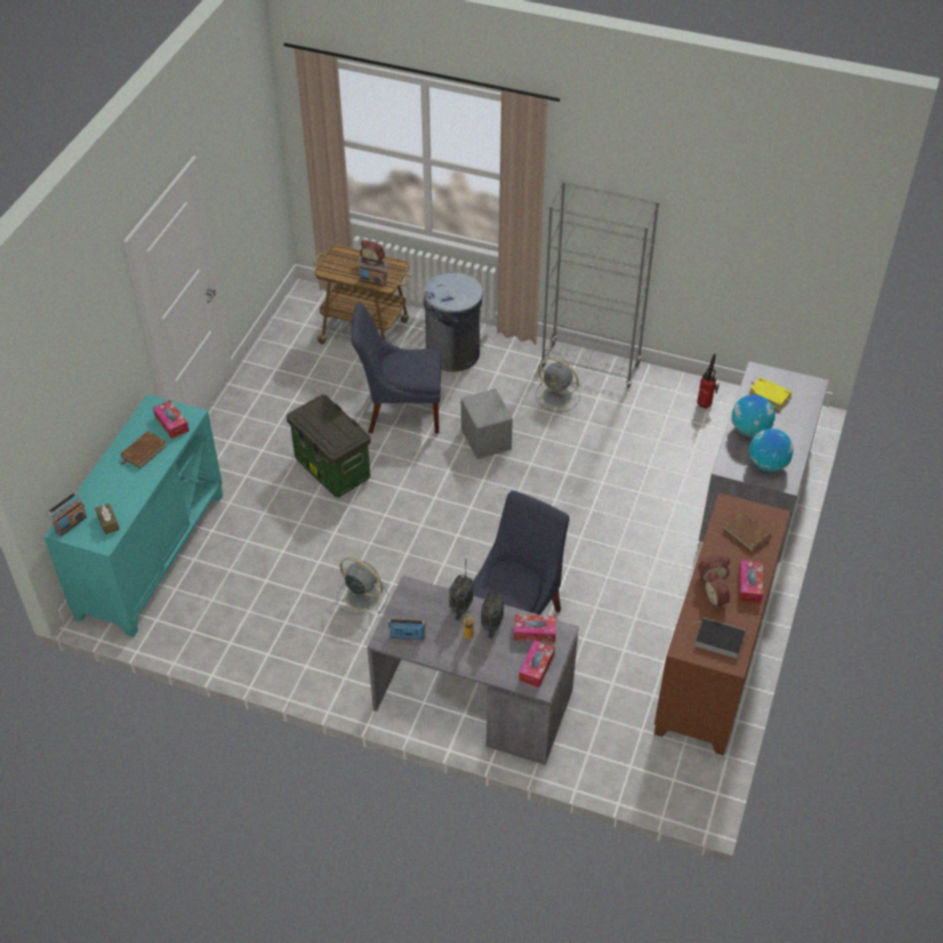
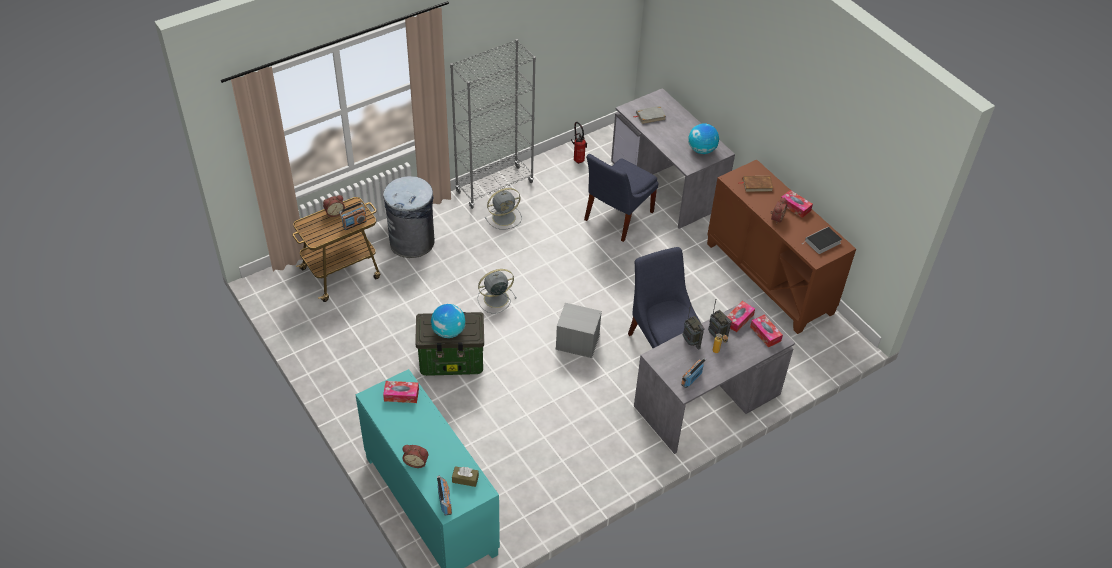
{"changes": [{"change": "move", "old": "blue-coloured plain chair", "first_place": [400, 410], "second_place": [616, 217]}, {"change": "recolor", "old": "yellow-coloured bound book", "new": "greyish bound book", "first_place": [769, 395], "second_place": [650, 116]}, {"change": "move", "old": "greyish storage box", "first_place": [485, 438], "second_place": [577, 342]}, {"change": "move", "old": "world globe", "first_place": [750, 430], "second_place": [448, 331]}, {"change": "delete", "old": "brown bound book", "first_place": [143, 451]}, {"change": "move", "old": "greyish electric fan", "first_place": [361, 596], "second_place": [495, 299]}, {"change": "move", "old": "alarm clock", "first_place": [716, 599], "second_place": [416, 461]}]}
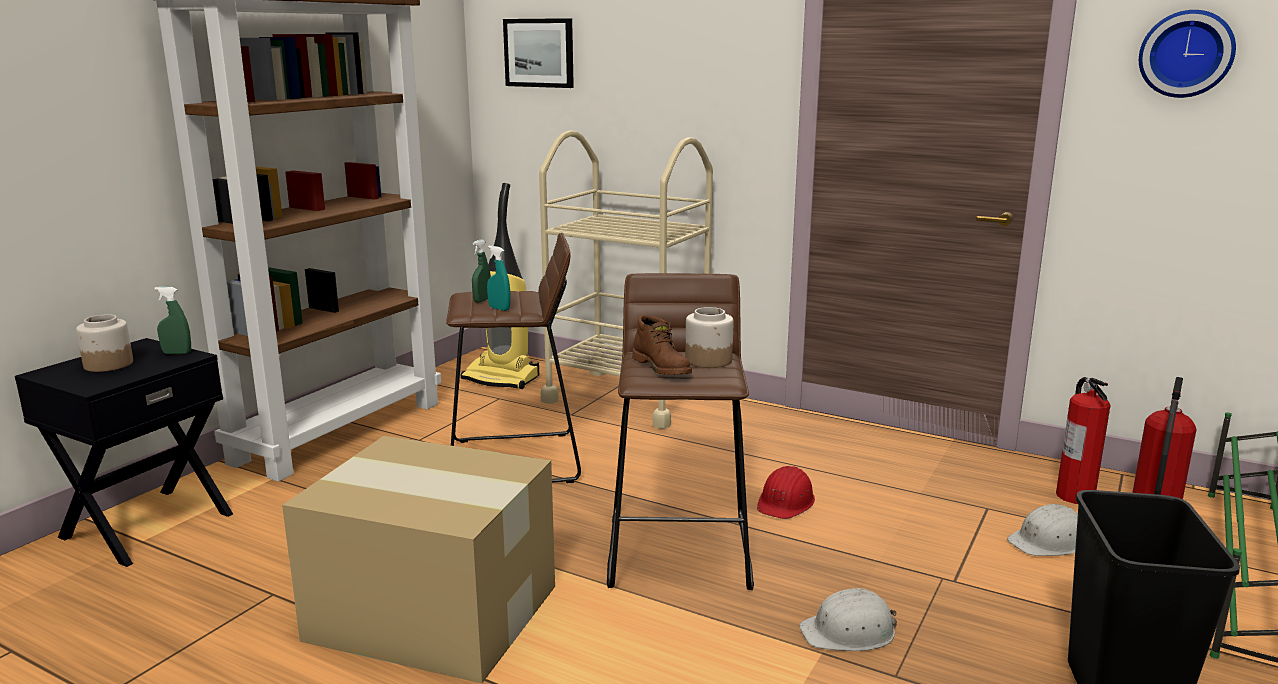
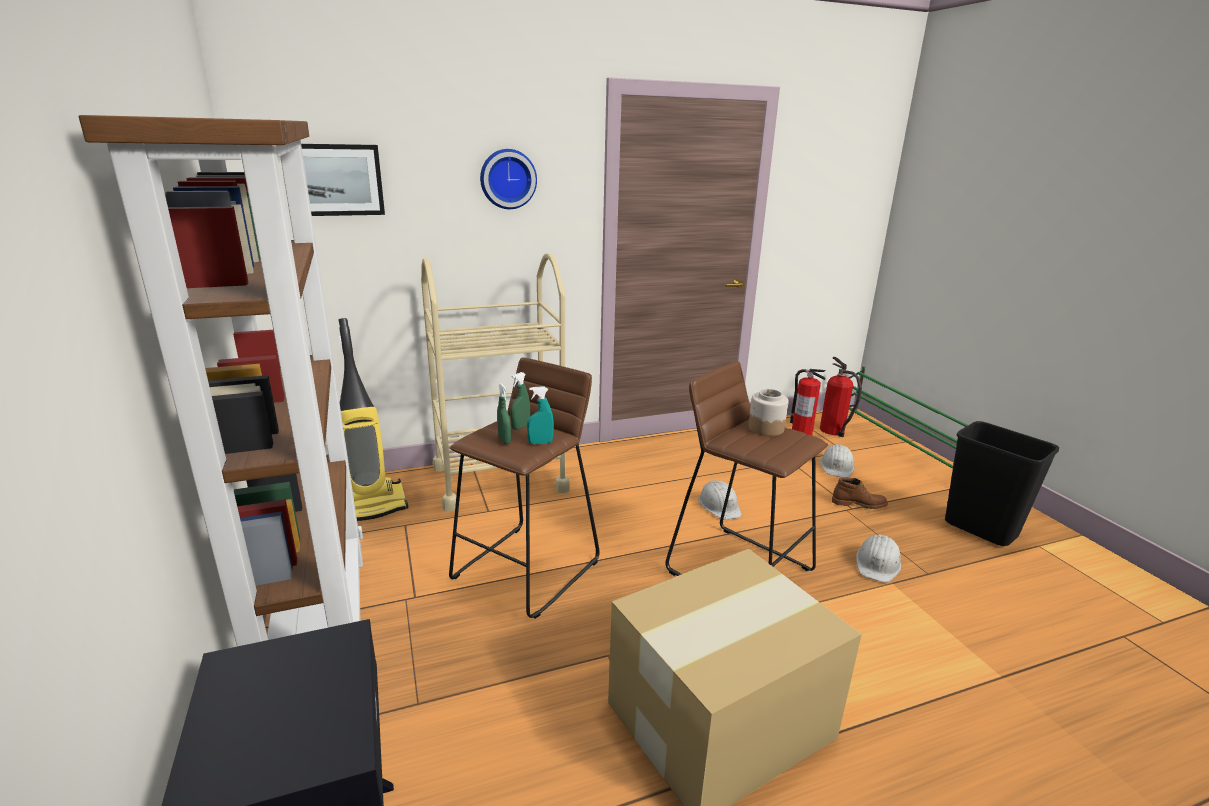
{"changes": [{"change": "move", "old": "hanging clock", "first_place": [1186, 54], "second_place": [507, 179]}, {"change": "move", "old": "greenish hand sprayer", "first_place": [177, 353], "second_place": [520, 427]}, {"change": "delete", "old": "jar", "first_place": [108, 364]}, {"change": "move", "old": "brown boot", "first_place": [663, 368], "second_place": [858, 504]}, {"change": "recolor", "old": "red-coloured hard hat", "new": "white-coloured hard hat", "first_place": [786, 502], "second_place": [719, 505]}]}
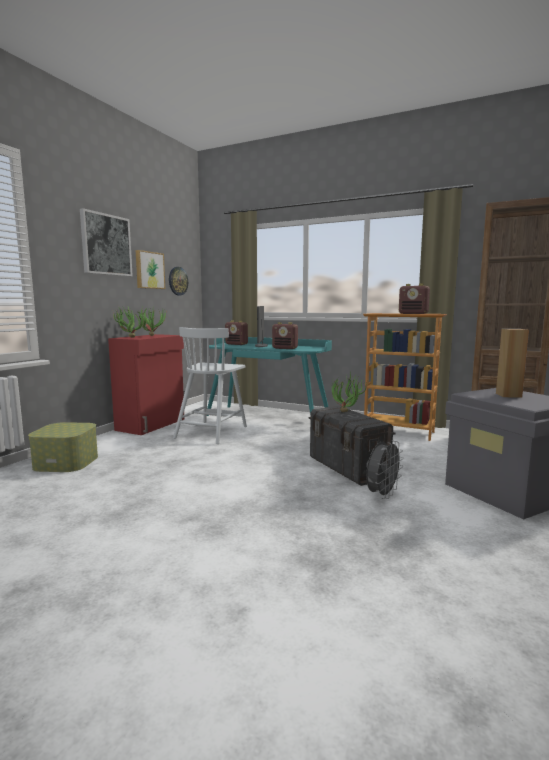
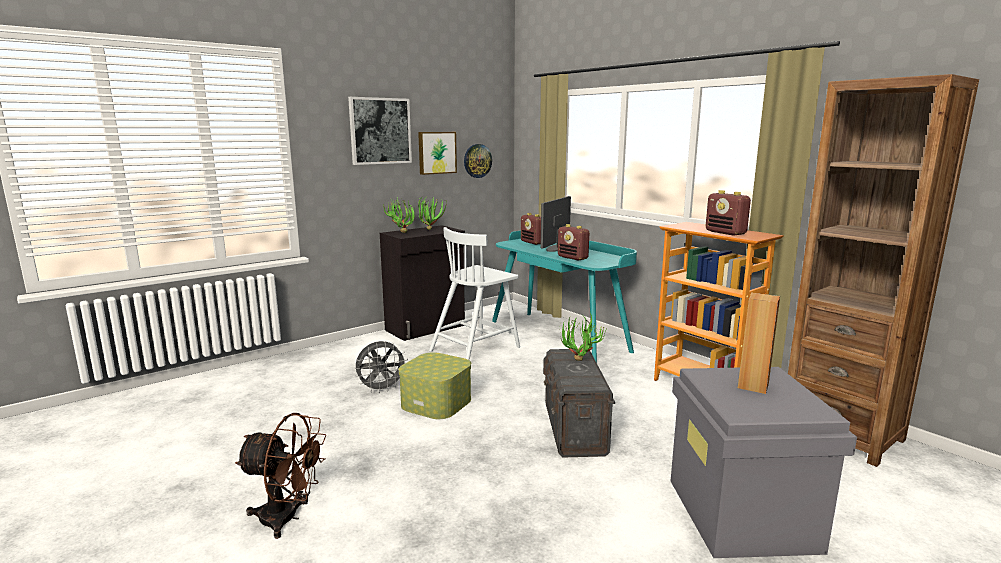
{"changes": [{"change": "recolor", "old": "red-coloured cupboard", "new": "blackish cupboard", "first_place": [152, 424], "second_place": [426, 328]}, {"change": "move", "old": "storage box", "first_place": [66, 462], "second_place": [436, 402]}, {"change": "move", "old": "greyish electric fan", "first_place": [382, 495], "second_place": [382, 389]}, {"change": "insert", "new": "brown electric fan", "second_place": [288, 518]}]}
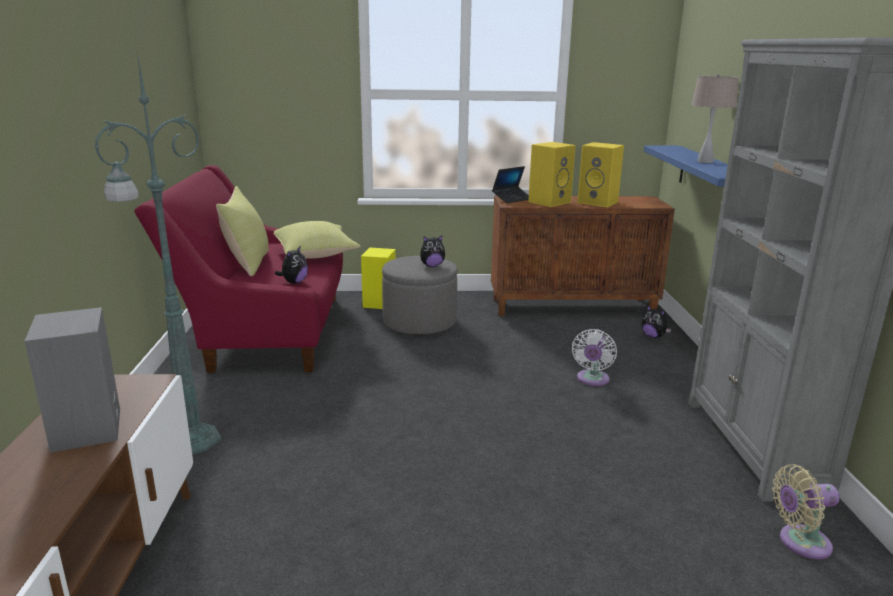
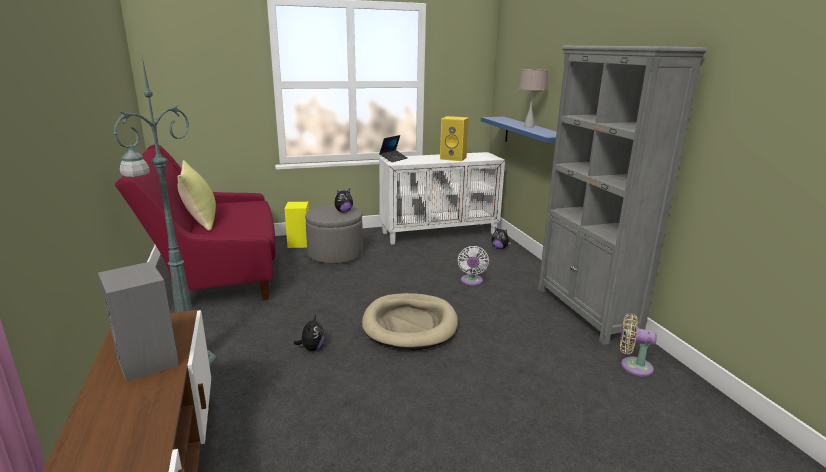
{"changes": [{"change": "delete", "old": "yellow-coloured loudspeaker", "first_place": [549, 202]}, {"change": "recolor", "old": "brown cupboard", "new": "white-coloured cupboard", "first_place": [573, 306], "second_place": [439, 233]}, {"change": "delete", "old": "yellow-coloured throw pillow", "first_place": [316, 255]}, {"change": "move", "old": "soft toy", "first_place": [294, 282], "second_place": [312, 348]}, {"change": "rotate", "old": "beige-coloured electric fan", "first_place": [800, 542], "second_place": [632, 366], "degrees": 45}, {"change": "insert", "new": "beige-coloured dog bed", "second_place": [410, 324]}]}
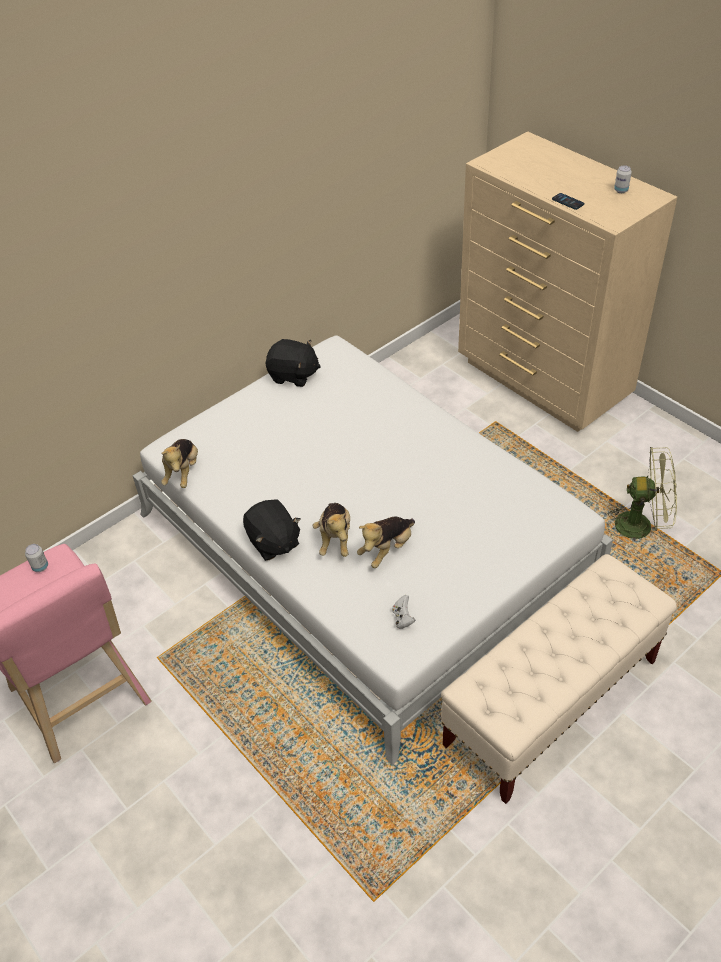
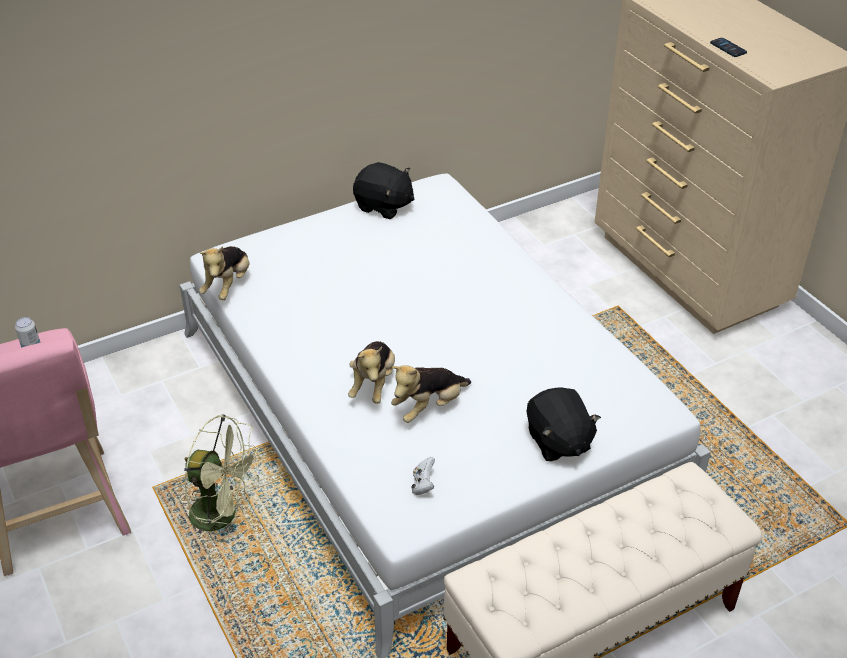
{"changes": [{"change": "delete", "old": "can", "first_place": [621, 190]}, {"change": "move", "old": "greenish electric fan", "first_place": [641, 525], "second_place": [224, 515]}, {"change": "move", "old": "blackish soft toy", "first_place": [273, 542], "second_place": [558, 441]}]}
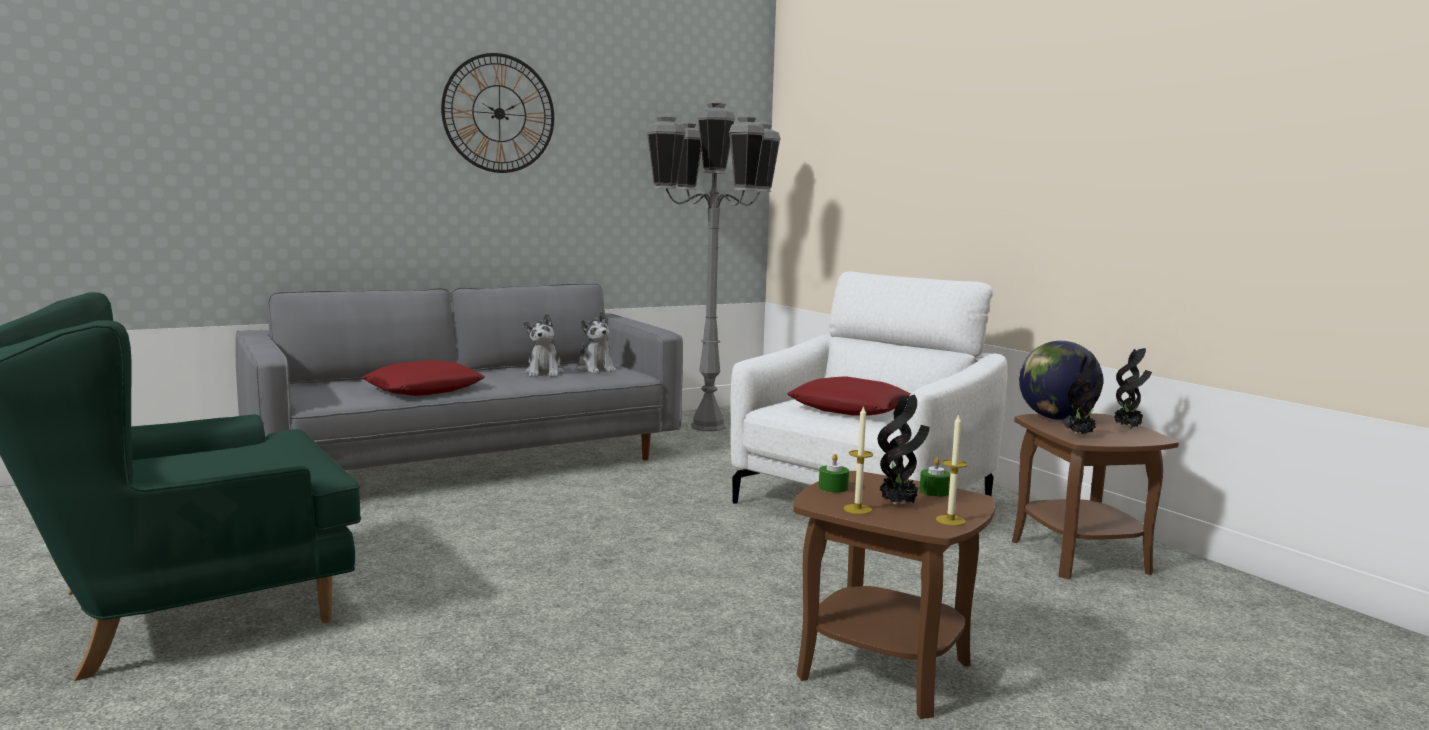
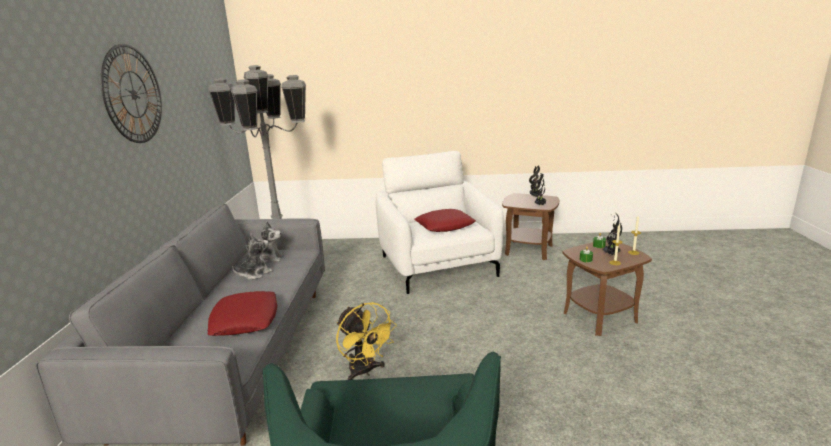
{"changes": [{"change": "rotate", "old": "soft toy", "first_place": [544, 373], "second_place": [255, 274], "degrees": -75}, {"change": "delete", "old": "world globe", "first_place": [1056, 418]}, {"change": "insert", "new": "yellow-coloured electric fan", "second_place": [365, 372]}]}
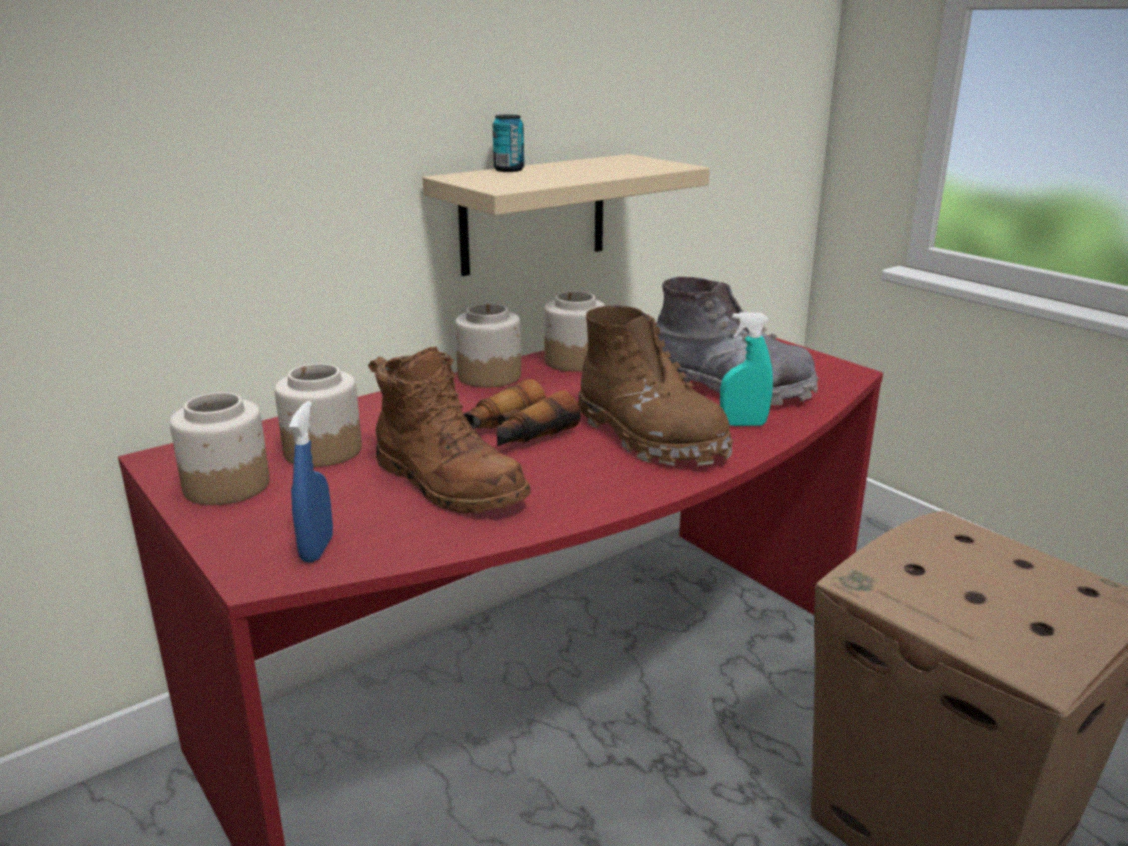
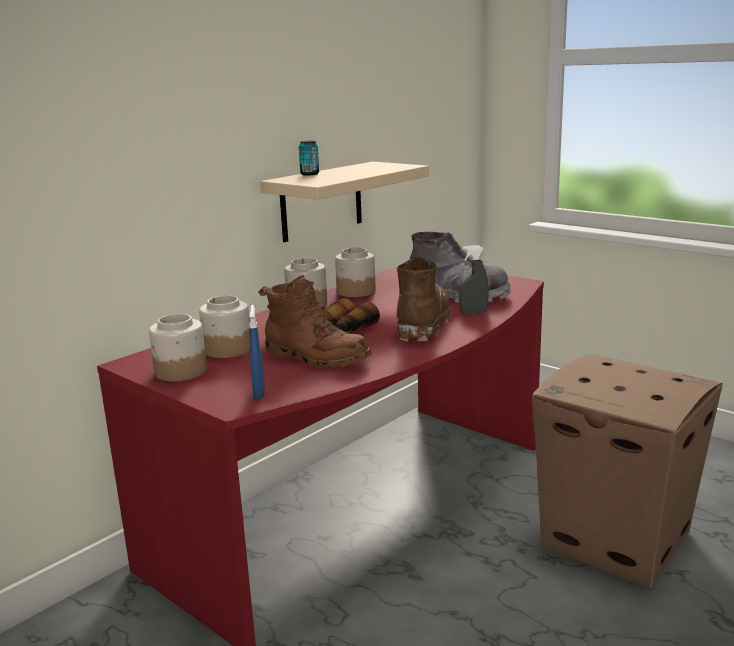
{"changes": [{"change": "rotate", "old": "brown boot", "first_place": [650, 438], "second_place": [422, 324], "degrees": -120}, {"change": "recolor", "old": "blue-green hand sprayer", "new": "greyish hand sprayer", "first_place": [743, 424], "second_place": [473, 313]}]}
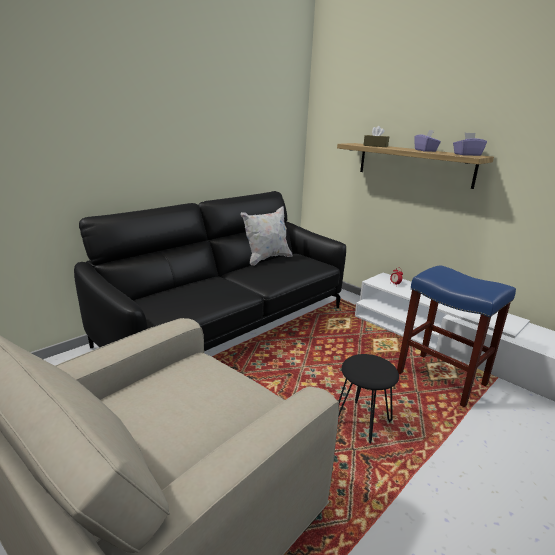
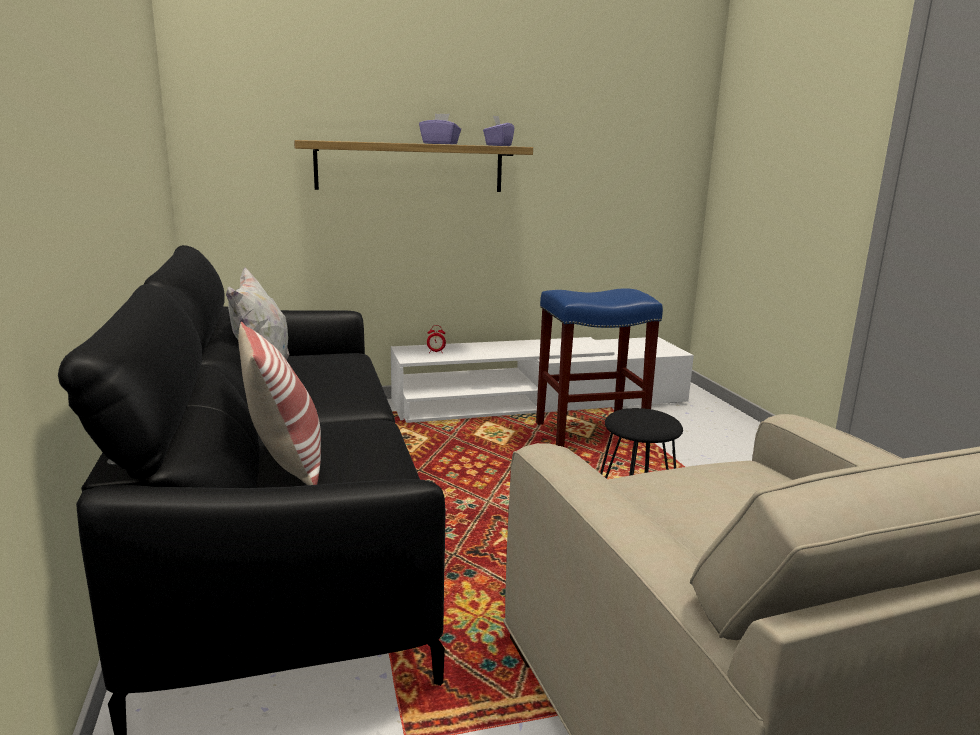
{"changes": [{"change": "delete", "old": "brown box of tissues", "first_place": [375, 146]}, {"change": "insert", "new": "throw pillow", "second_place": [286, 462]}]}
